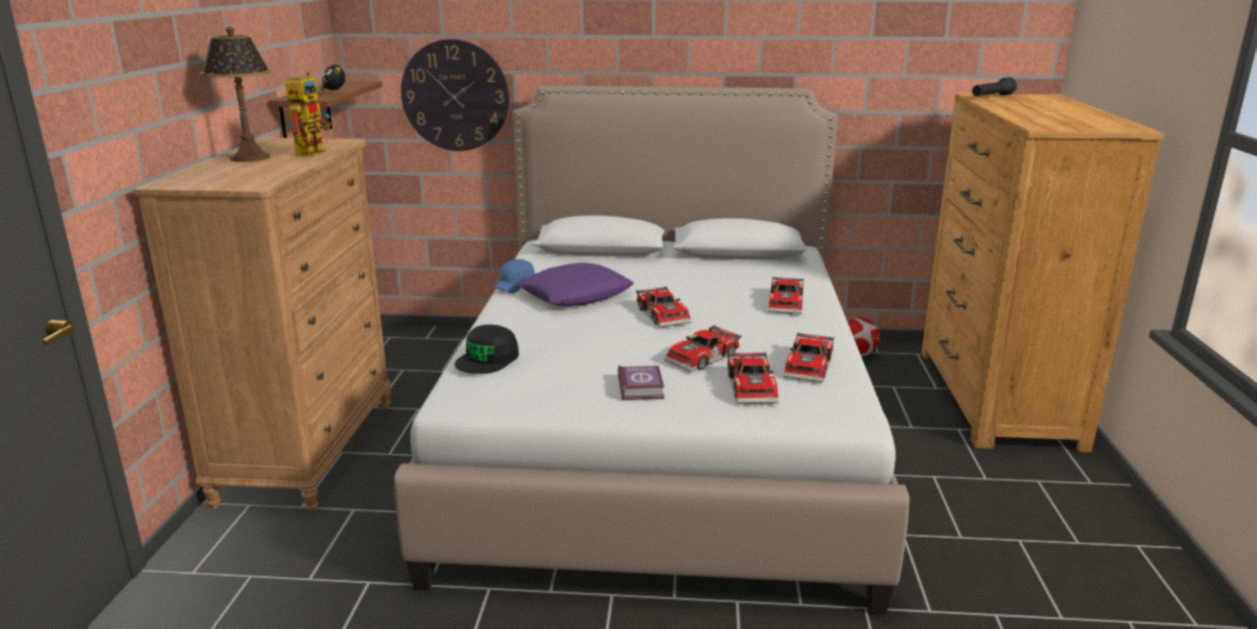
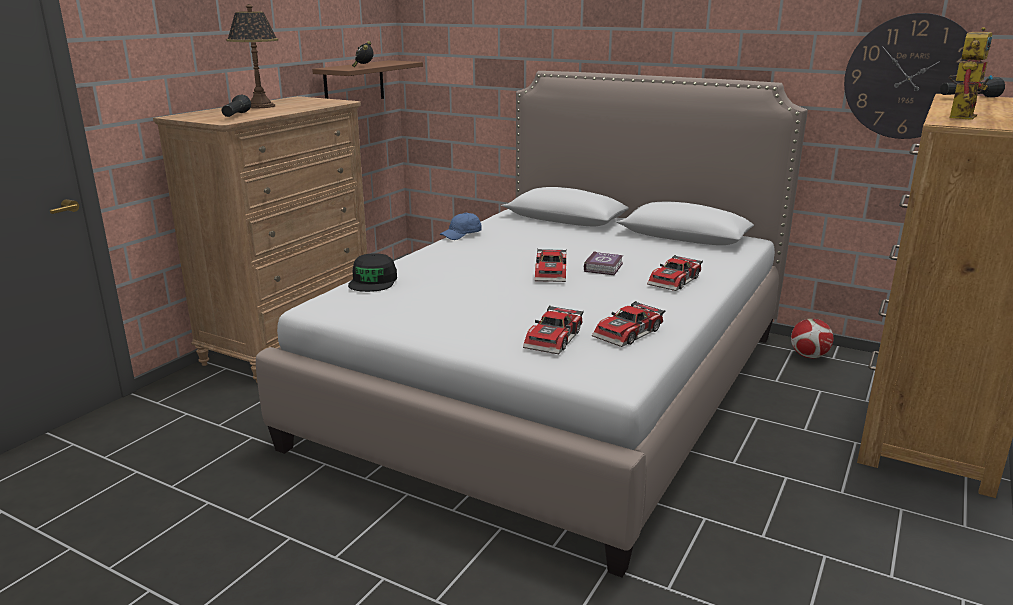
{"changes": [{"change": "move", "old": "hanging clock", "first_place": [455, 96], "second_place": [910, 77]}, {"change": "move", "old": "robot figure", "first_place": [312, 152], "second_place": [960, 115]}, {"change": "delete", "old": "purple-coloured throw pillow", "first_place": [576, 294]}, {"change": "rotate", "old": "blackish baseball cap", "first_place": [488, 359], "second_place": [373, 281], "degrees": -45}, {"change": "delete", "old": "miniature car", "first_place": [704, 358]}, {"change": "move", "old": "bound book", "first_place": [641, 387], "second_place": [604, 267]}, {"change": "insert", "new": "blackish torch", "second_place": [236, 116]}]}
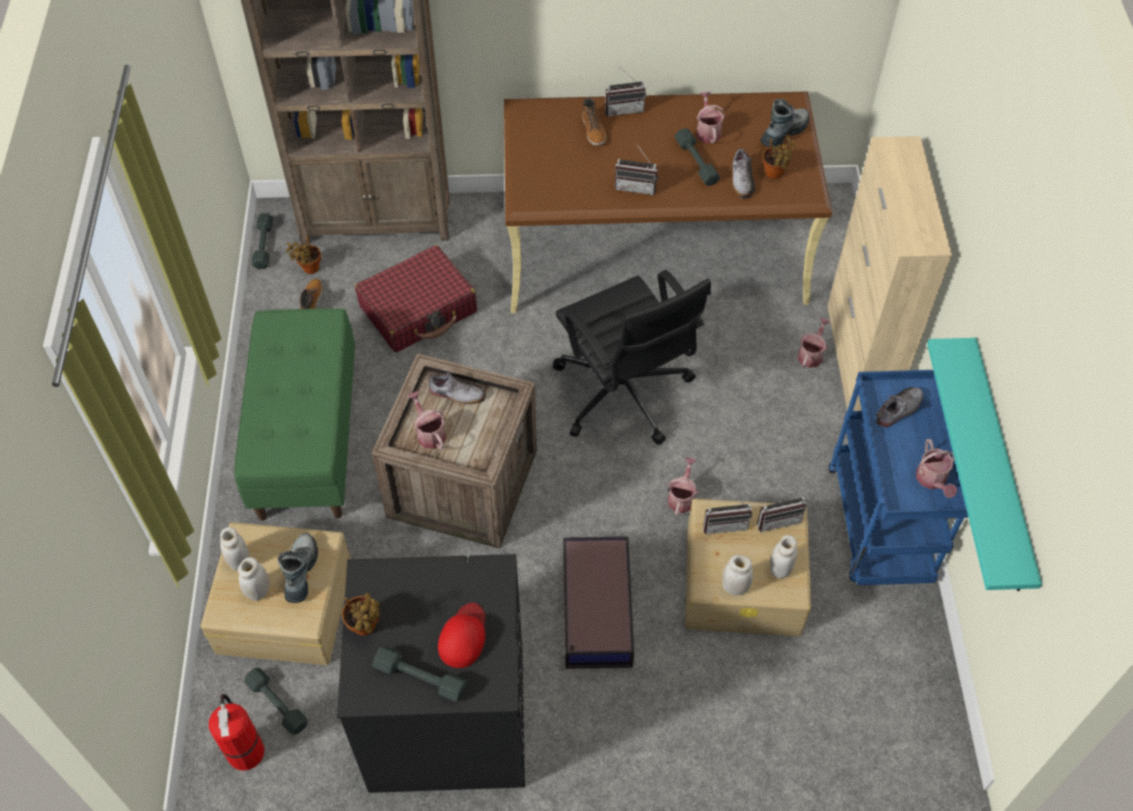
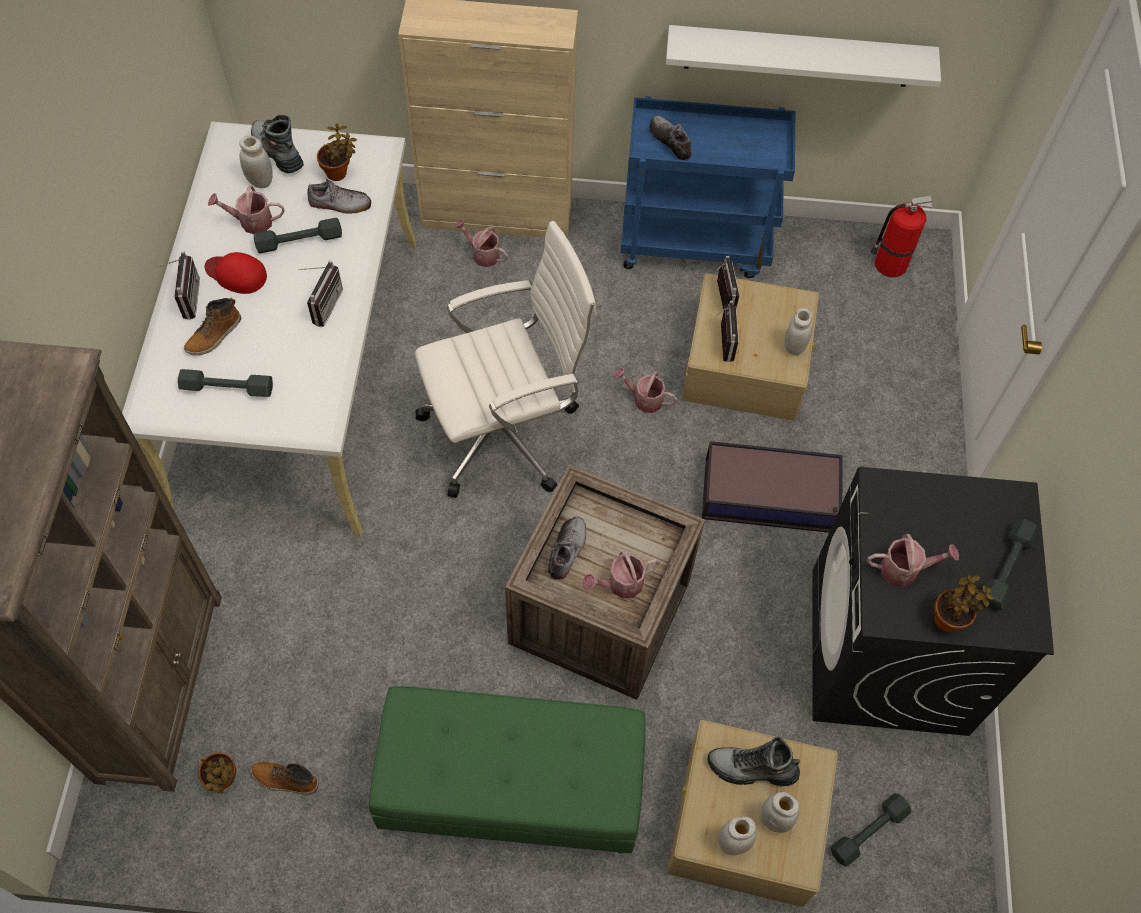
{"changes": [{"change": "recolor", "old": "brown desk unit", "new": "white-coloured desk unit", "first_place": [655, 248], "second_place": [299, 370]}, {"change": "rotate", "old": "boot", "first_place": [593, 130], "second_place": [214, 335], "degrees": 135}, {"change": "move", "old": "greyish hand weight", "first_place": [263, 245], "second_place": [227, 388]}, {"change": "delete", "old": "red-coloured suitcase", "first_place": [418, 309]}, {"change": "recolor", "old": "blackish desk chair", "new": "white-coloured desk chair", "first_place": [624, 395], "second_place": [505, 433]}, {"change": "recolor", "old": "blue-green wall shelf", "new": "white-coloured wall shelf", "first_place": [999, 468], "second_place": [798, 56]}, {"change": "move", "old": "watering pot", "first_place": [932, 480], "second_place": [905, 569]}, {"change": "move", "old": "white-coloured jar", "first_place": [780, 569], "second_place": [260, 181]}, {"change": "move", "old": "red-coloured baseball cap", "first_place": [463, 636], "second_place": [236, 274]}, {"change": "move", "old": "extinguisher", "first_place": [245, 750], "second_place": [889, 264]}]}
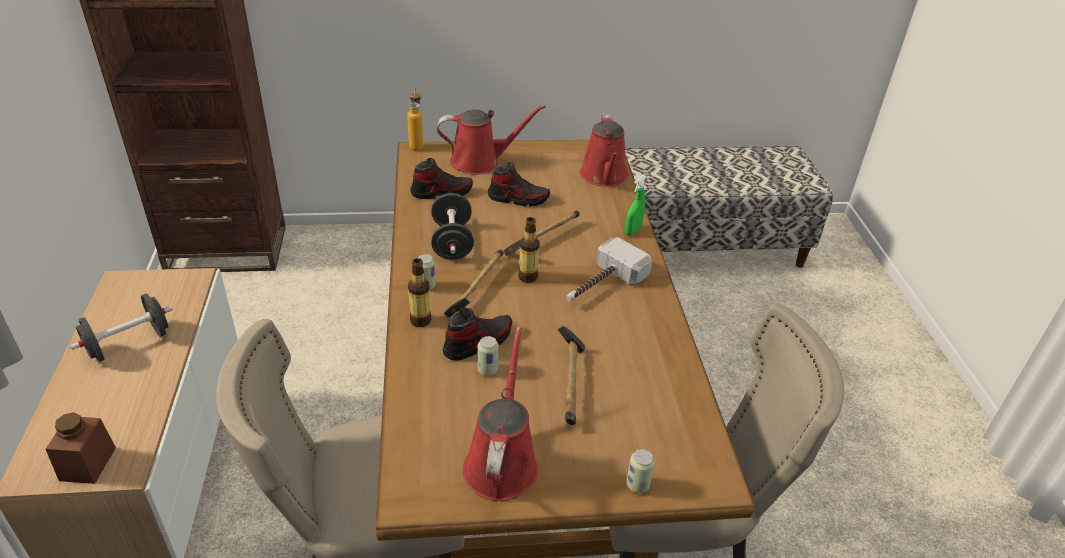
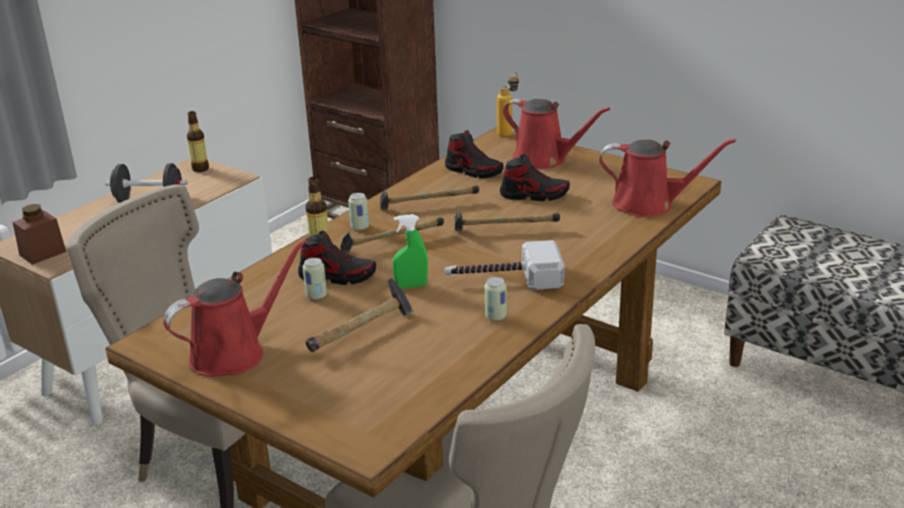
{"changes": [{"change": "rotate", "old": "red-coloured watering pot", "first_place": [604, 176], "second_place": [649, 204], "degrees": -120}, {"change": "rotate", "old": "item of footwear", "first_place": [518, 198], "second_place": [534, 195], "degrees": -45}, {"change": "move", "old": "greenish hand sprayer", "first_place": [633, 231], "second_place": [411, 286]}, {"change": "replace", "old": "blackish hand weight", "new": "hand hammer", "first_place": [452, 242], "second_place": [426, 206]}, {"change": "move", "old": "drink bottle", "first_place": [528, 277], "second_place": [200, 169]}, {"change": "move", "old": "can", "first_place": [637, 485], "second_place": [495, 316]}]}
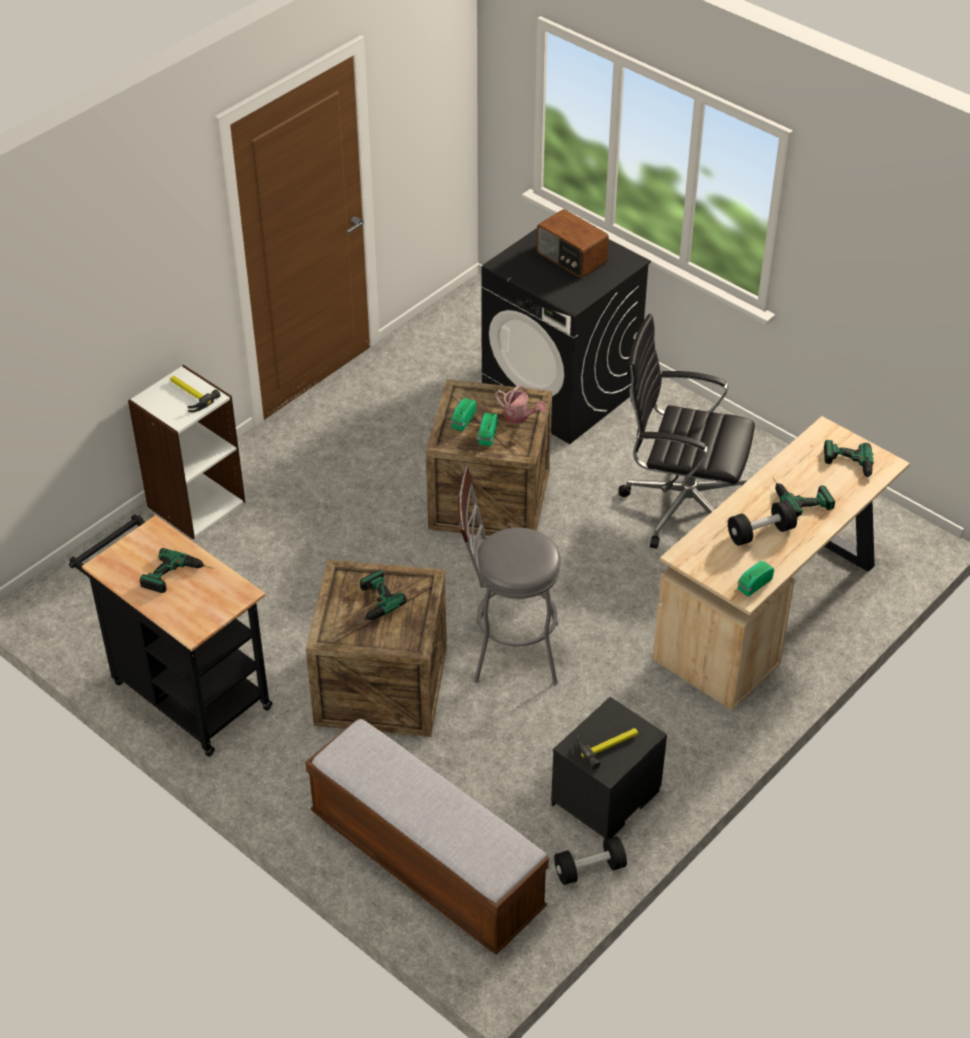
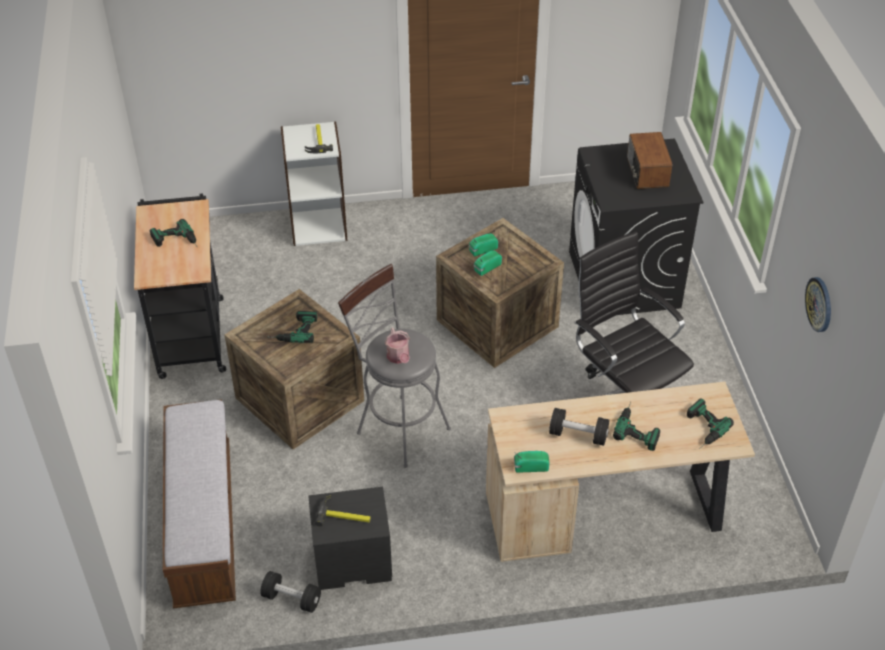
{"changes": [{"change": "move", "old": "watering pot", "first_place": [519, 416], "second_place": [398, 358]}, {"change": "insert", "new": "hanging clock", "second_place": [819, 304]}]}
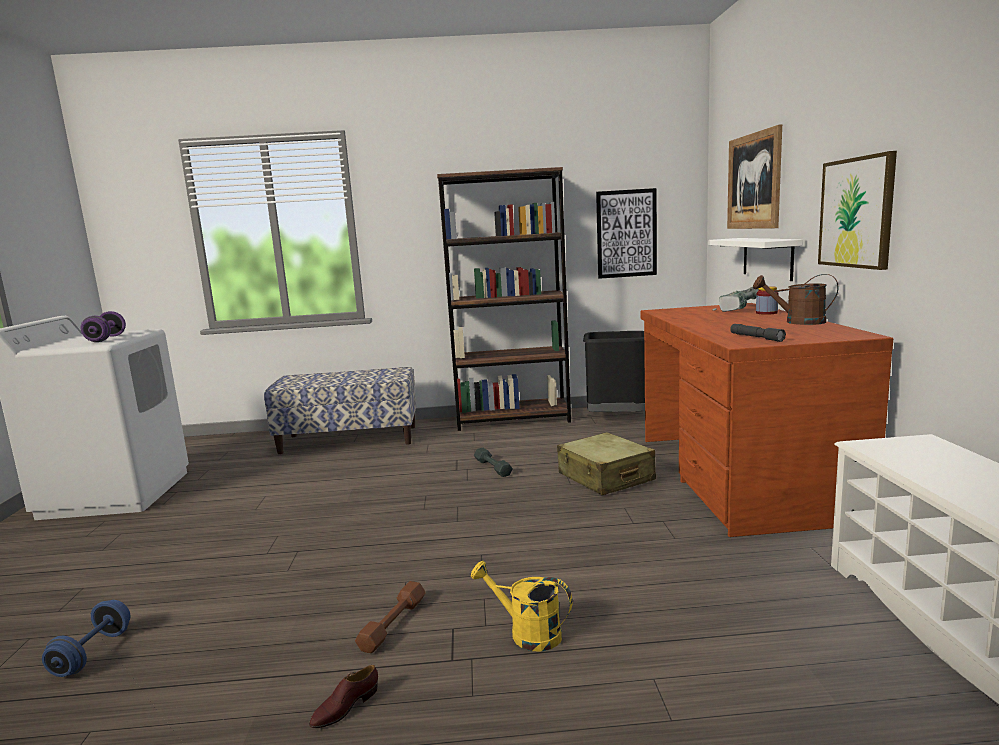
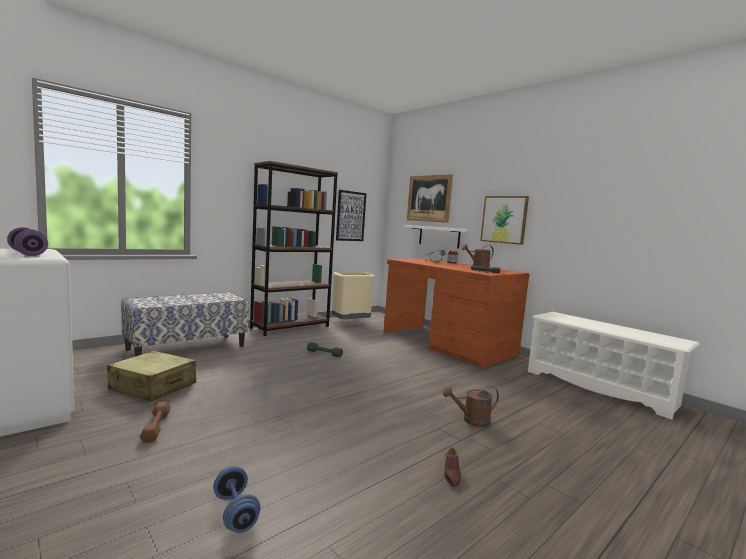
{"changes": [{"change": "recolor", "old": "blackish trash can", "new": "beige-coloured trash can", "first_place": [617, 418], "second_place": [350, 323]}, {"change": "move", "old": "beige-coloured suitcase", "first_place": [605, 477], "second_place": [153, 387]}, {"change": "recolor", "old": "yellow-coloured watering pot", "new": "brown watering pot", "first_place": [527, 633], "second_place": [471, 420]}, {"change": "move", "old": "brown hand weight", "first_place": [393, 624], "second_place": [156, 426]}]}
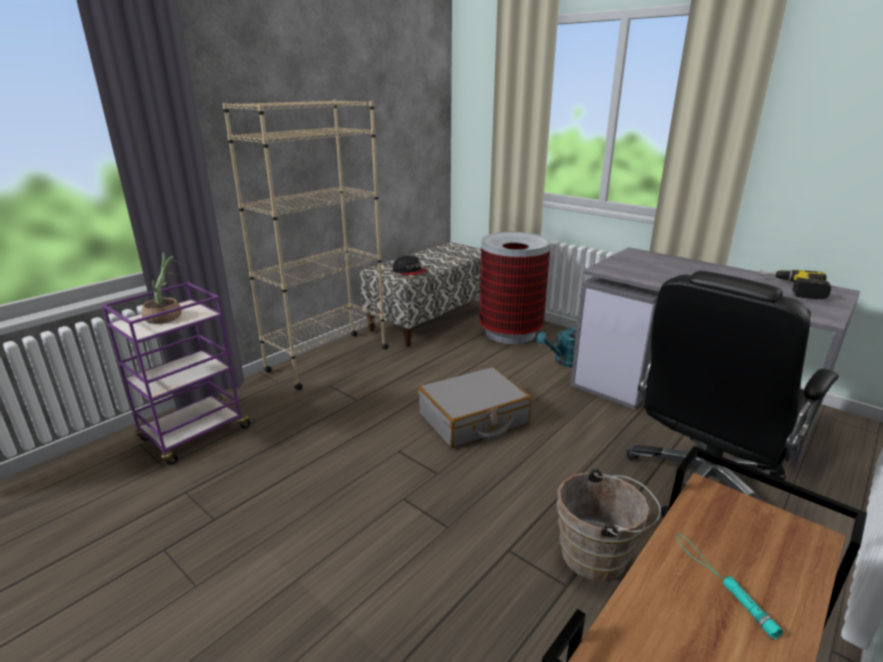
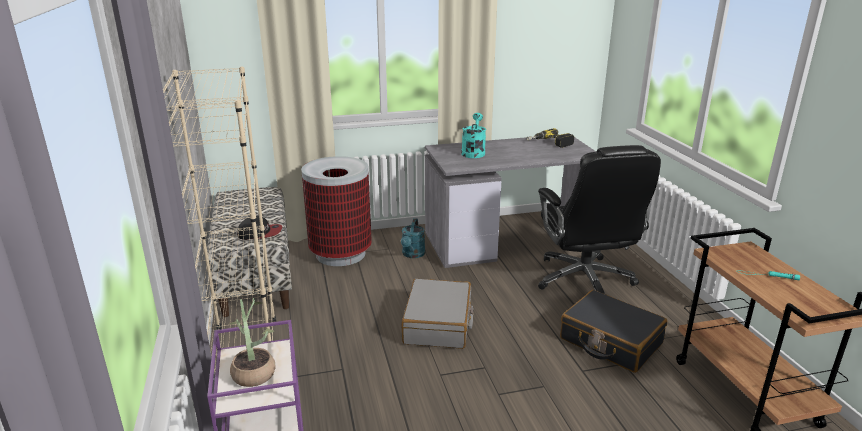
{"changes": [{"change": "replace", "old": "brown pail", "new": "blackish suitcase", "first_place": [599, 556], "second_place": [610, 341]}, {"change": "insert", "new": "blue-green watering pot", "second_place": [473, 152]}]}
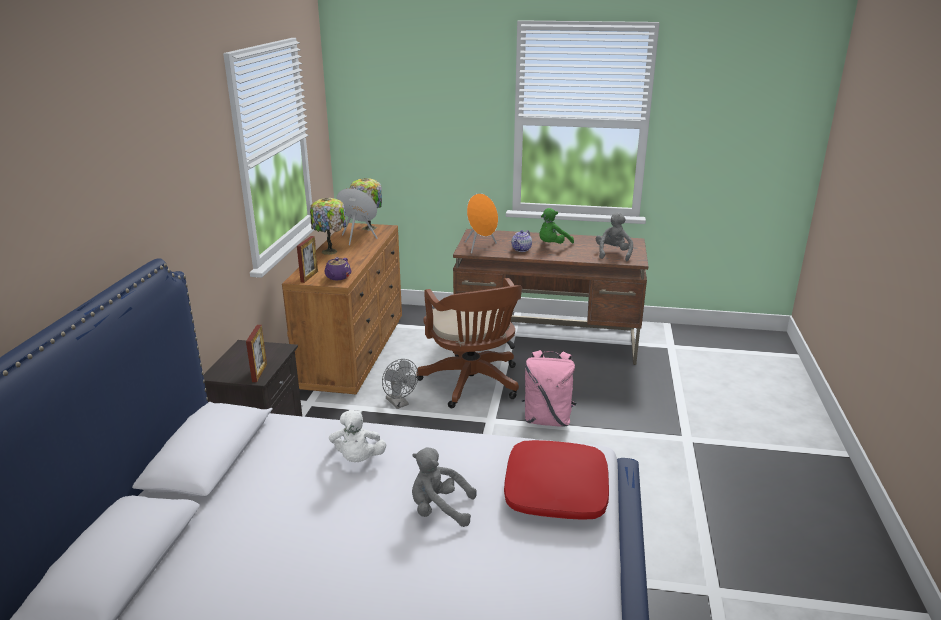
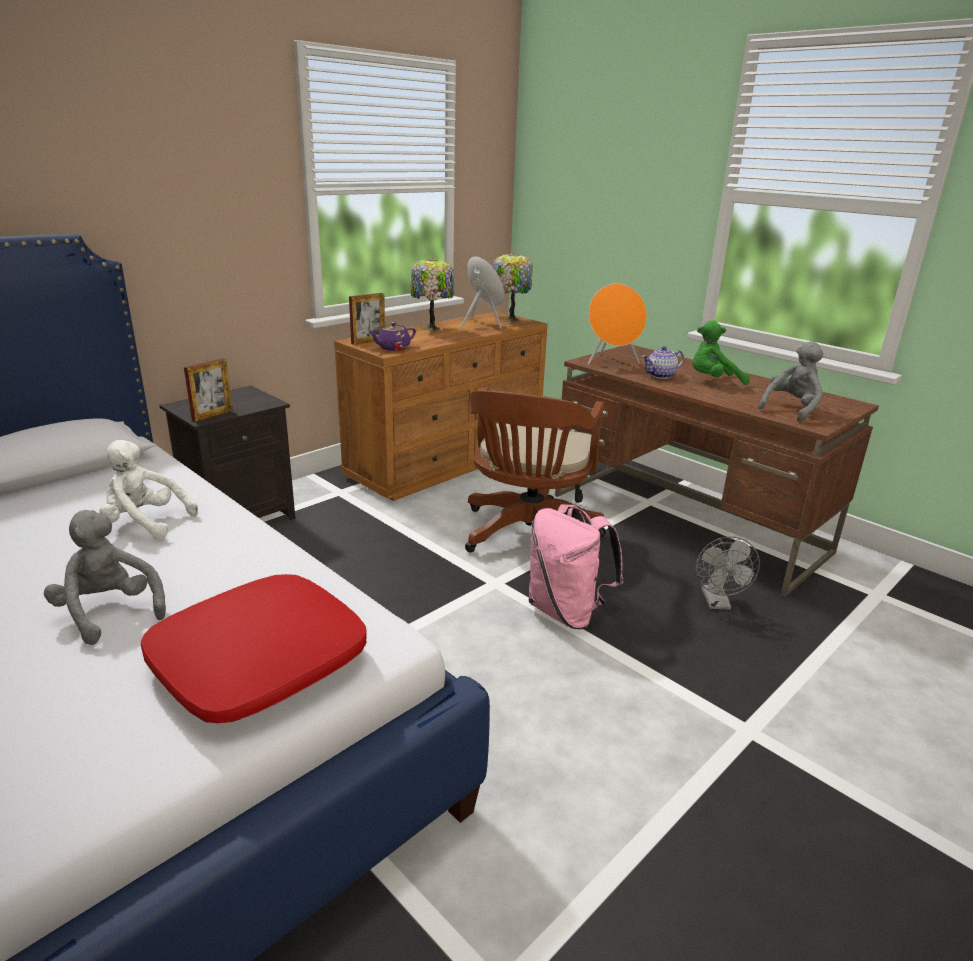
{"changes": [{"change": "move", "old": "greyish electric fan", "first_place": [399, 403], "second_place": [717, 603]}, {"change": "rotate", "old": "white-coloured soft toy", "first_place": [358, 459], "second_place": [145, 523], "degrees": 75}]}
